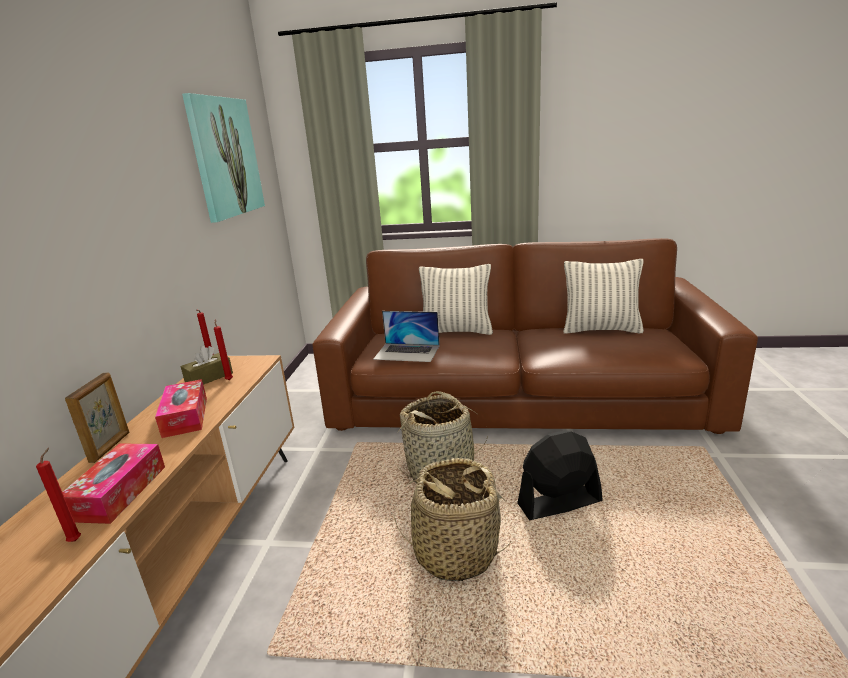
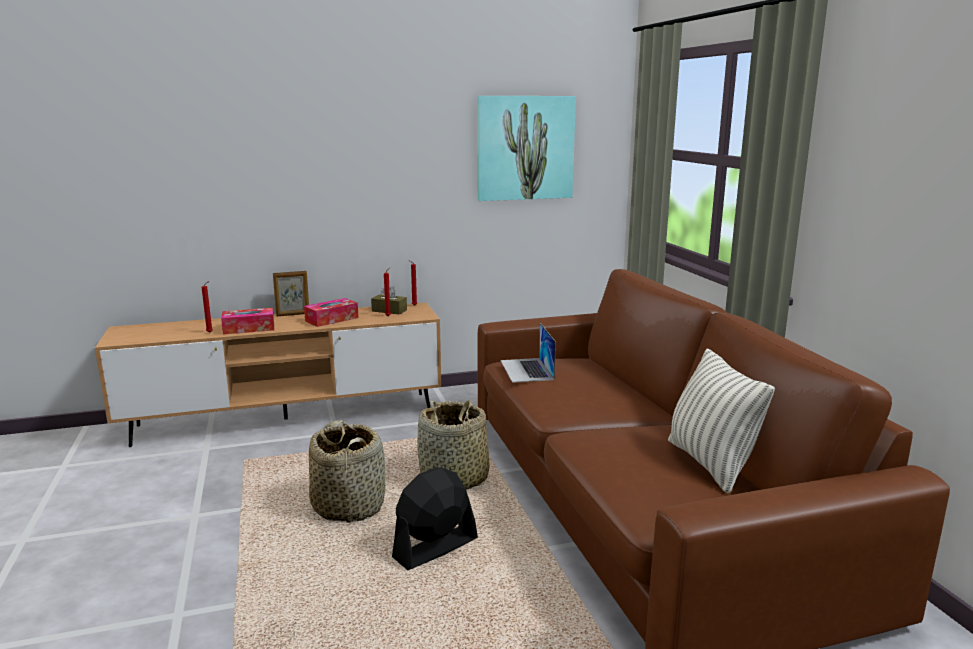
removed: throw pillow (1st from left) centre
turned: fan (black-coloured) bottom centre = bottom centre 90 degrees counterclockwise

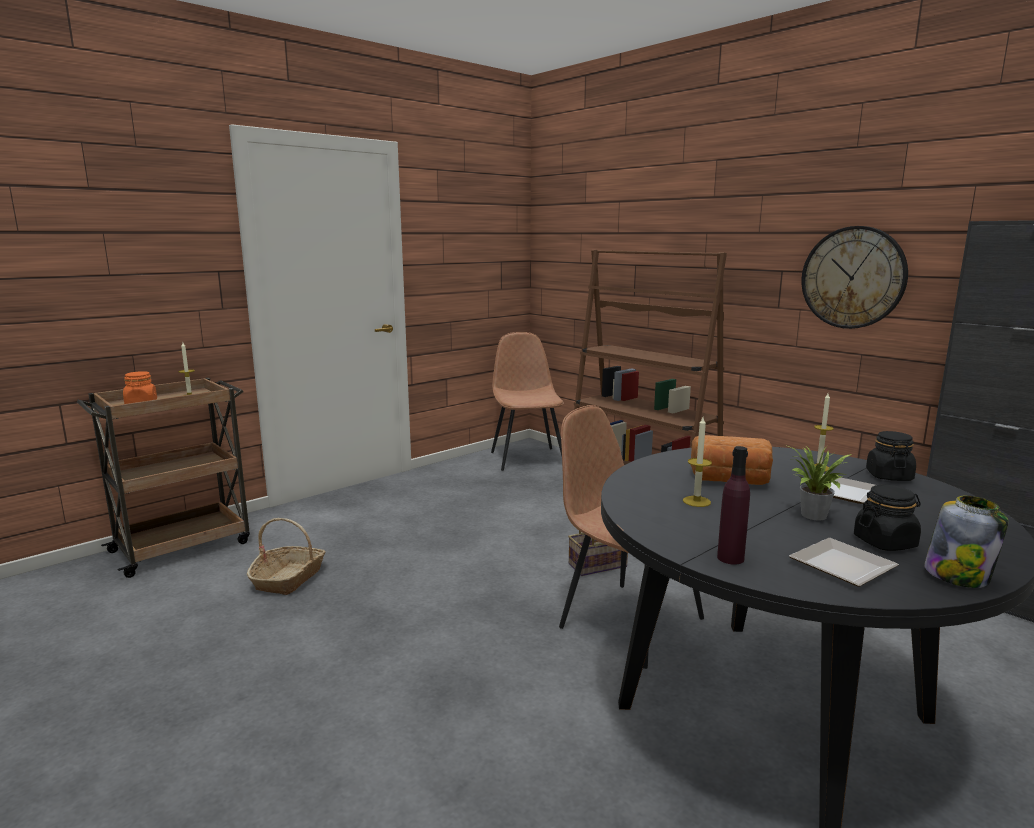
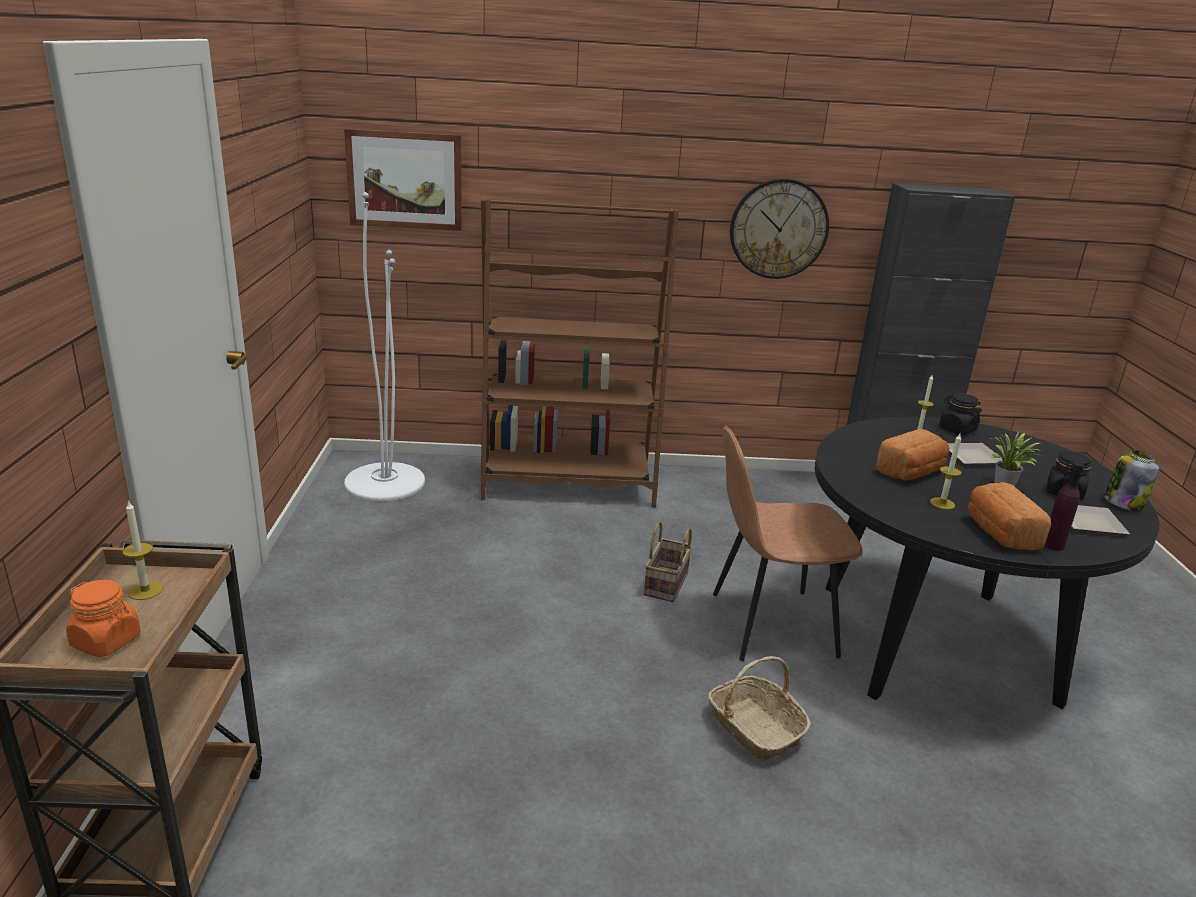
added: wall picture top centre; baked bread (2nd from left) middle right
moved: household basket (1st from left in the first image) bottom left to household basket (2nd from left) bottom centre
replaced: plain chair (brown) (1st from left) centre to standard lamp (white) middle left

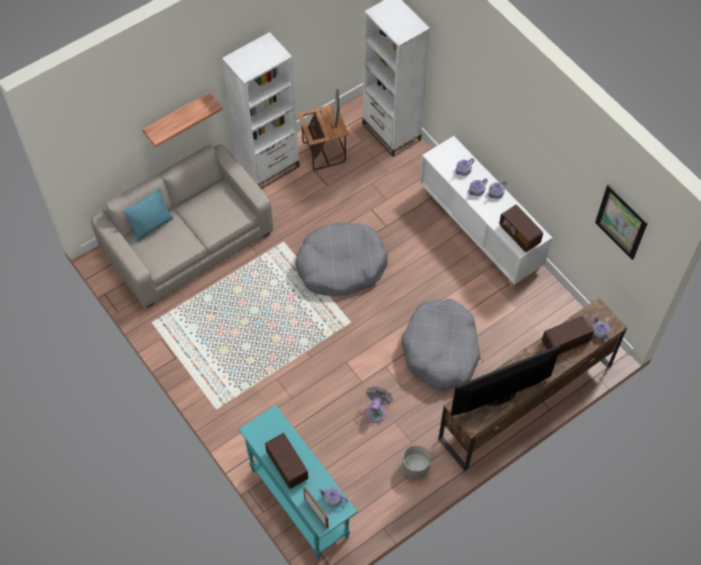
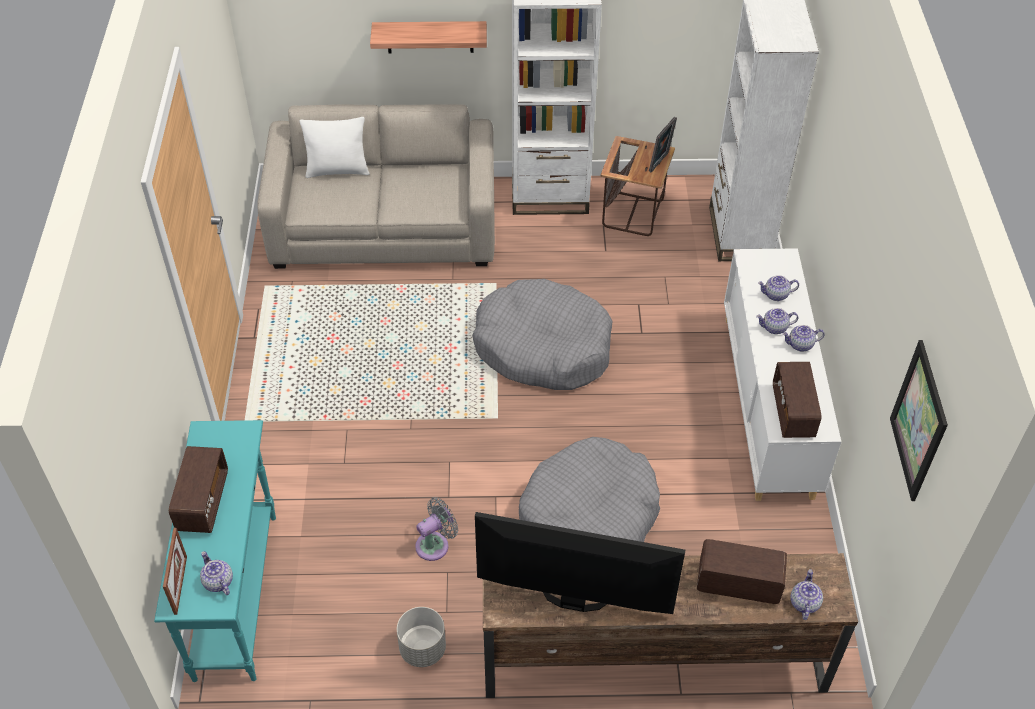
recoloured: throw pillow (turquoise) middle left to throw pillow (white) top left

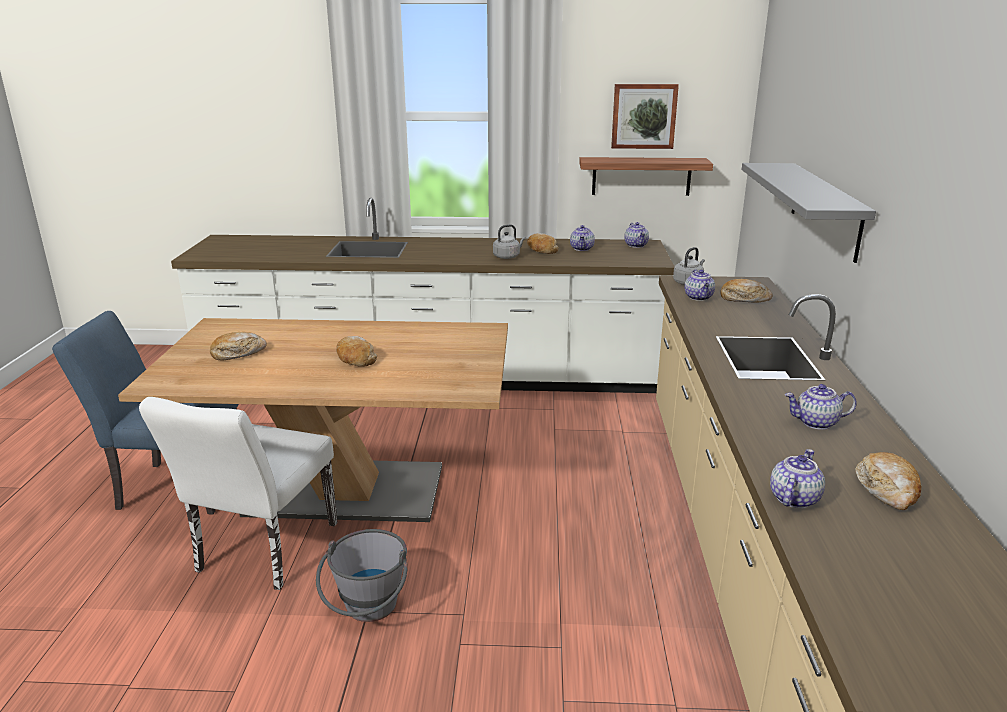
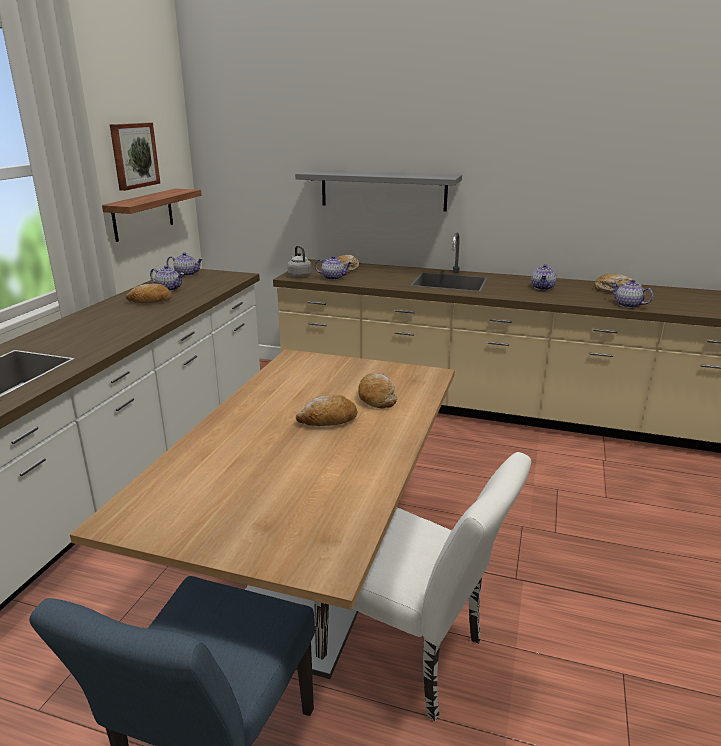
removed: tea kettle (greyish) (1st from left) centre; pail (greyish) bottom centre
moved: baked bread (1st from left in the first image) middle left to baked bread (4th from left) centre

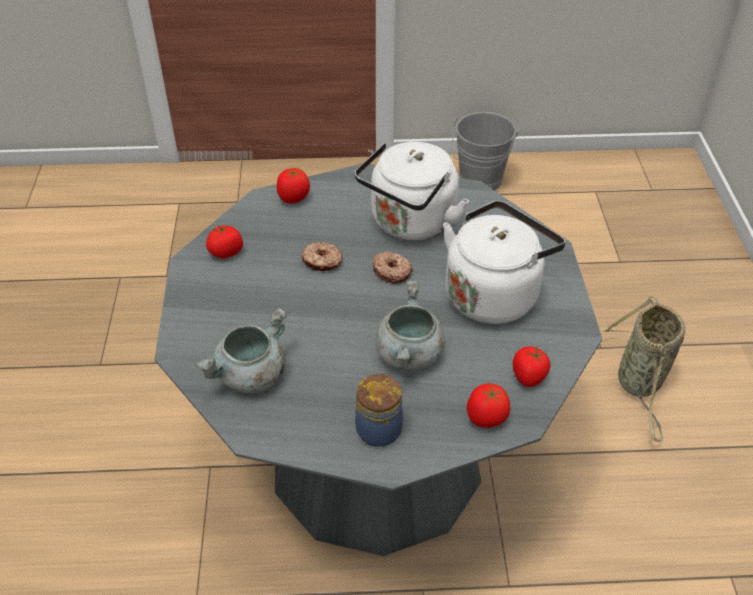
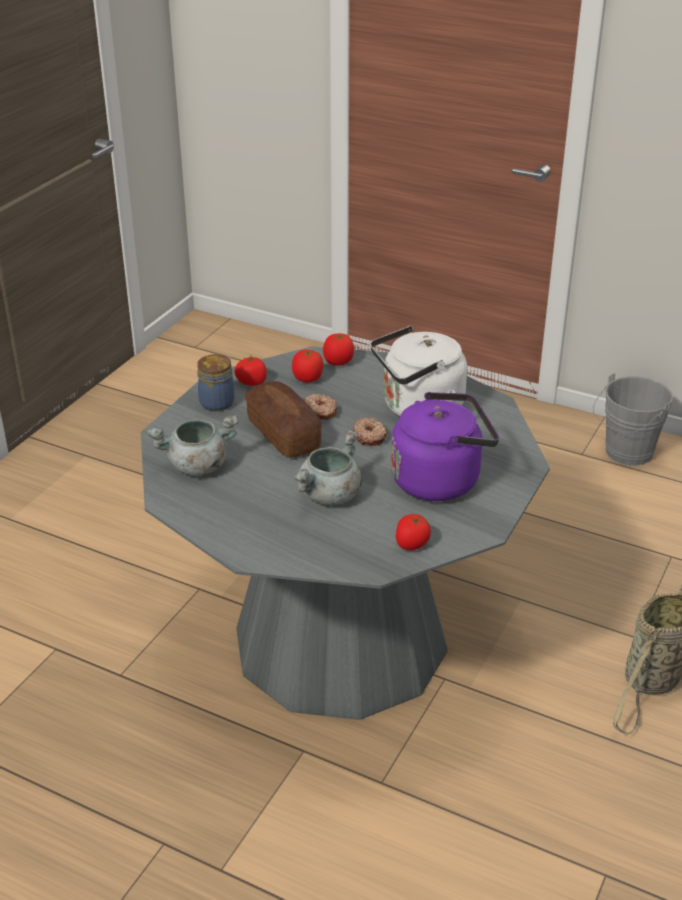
added: baked bread centre
moved: jar bottom centre to middle left; whole tomato (3rd from left in the first image) bottom centre to whole tomato (2nd from left) centre
recoloured: tea kettle (white) (2nd from left) middle right to tea kettle (purple-coloured) centre

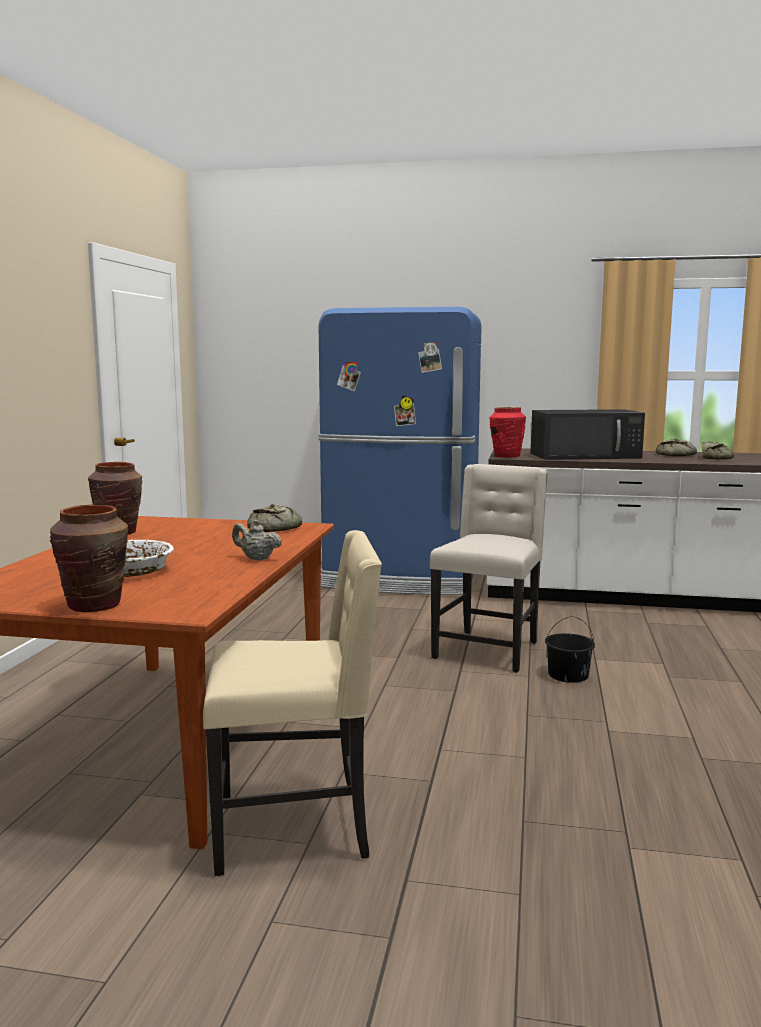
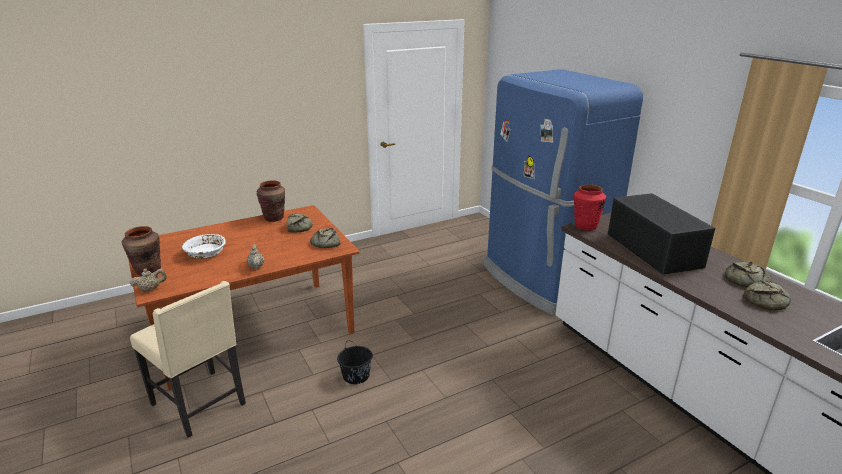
removed: plain chair (beige) (2nd from left) centre
added: baked bread (1st from left) centre; teapot (beige) (1st from left) middle left
moved: pail (black-coloured) middle right to bottom centre
turned: microwave (black-coloured) middle right = middle right 150 degrees counterclockwise

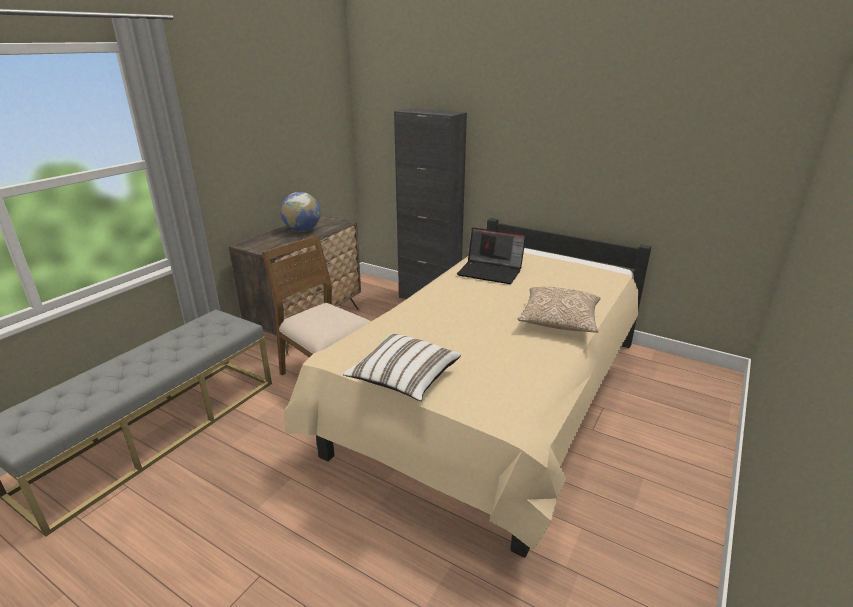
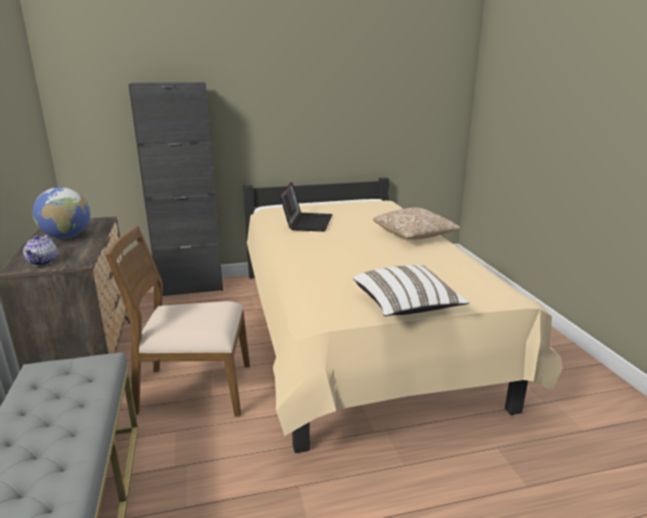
added: teapot middle left
turned: laptop centre = centre 60 degrees counterclockwise

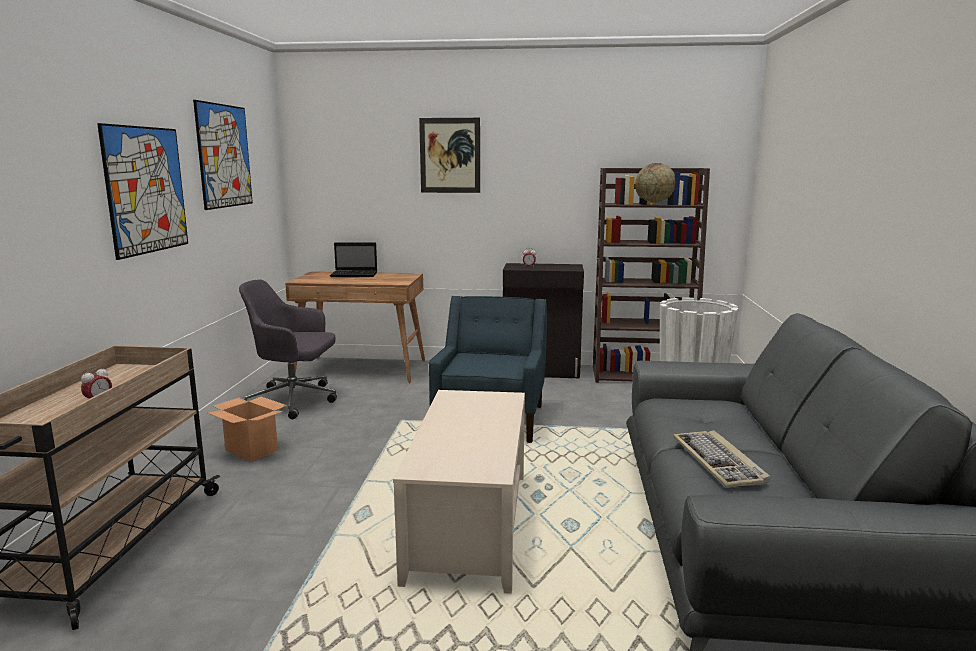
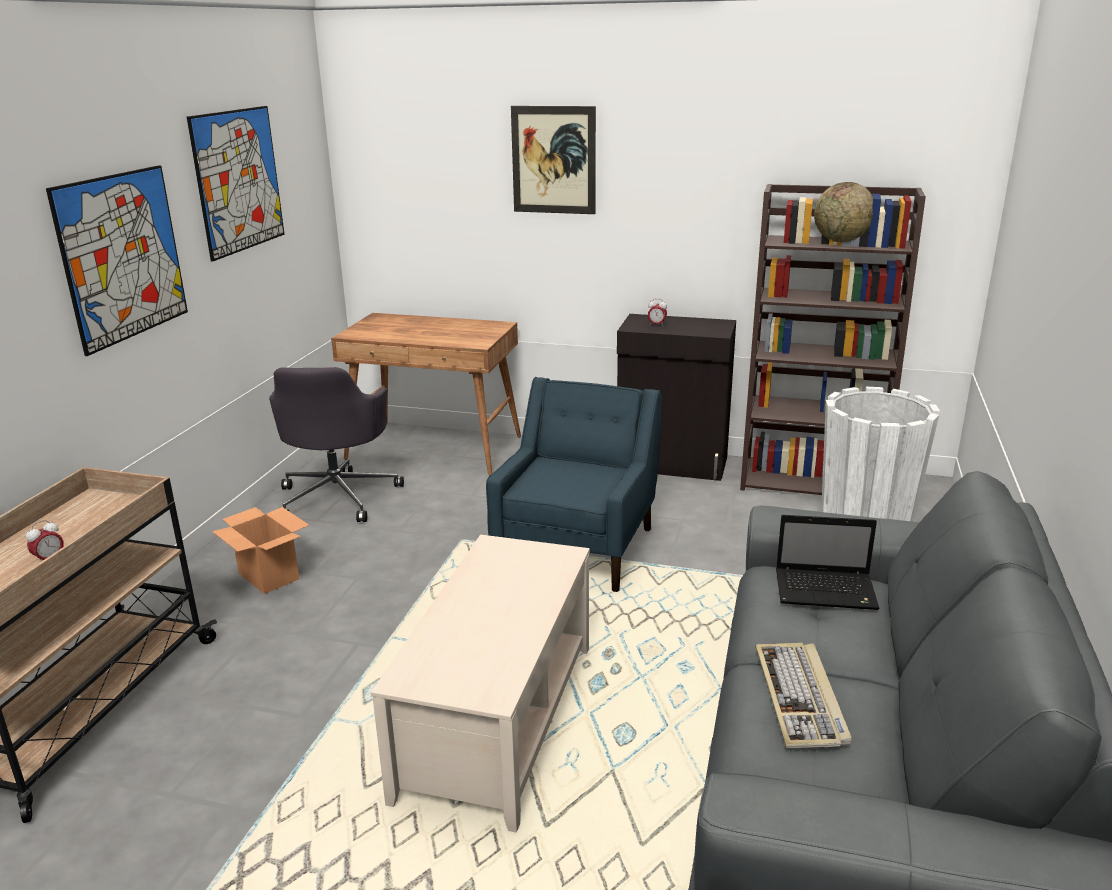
moved: laptop centre to middle right
turned: computer chair (greyish) middle left = middle left 105 degrees counterclockwise

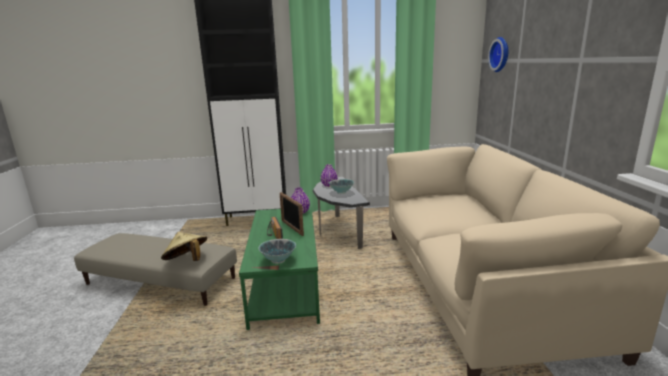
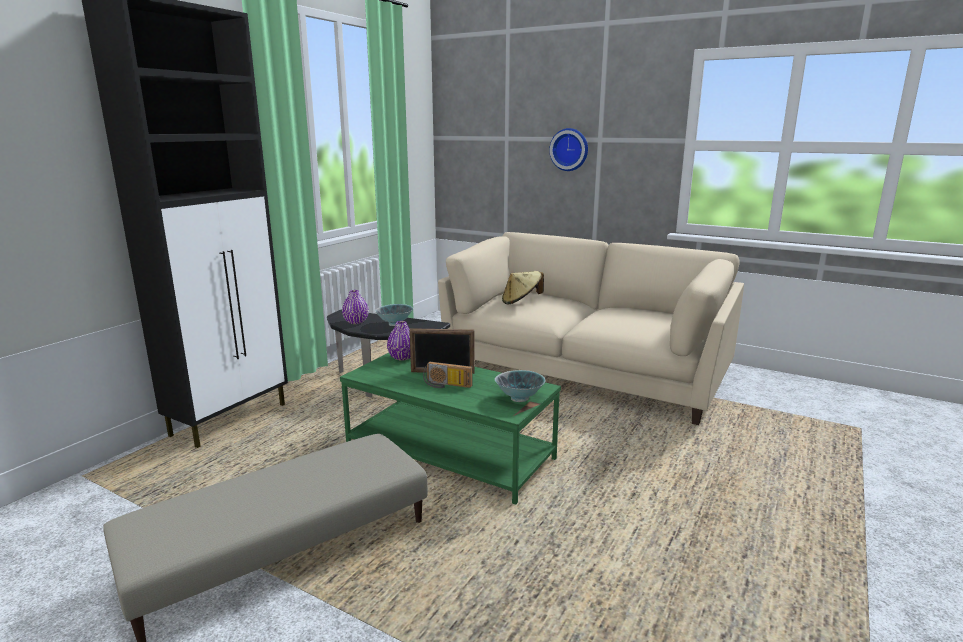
moved: hanging clock top right to top centre; hat (beige) middle left to centre

